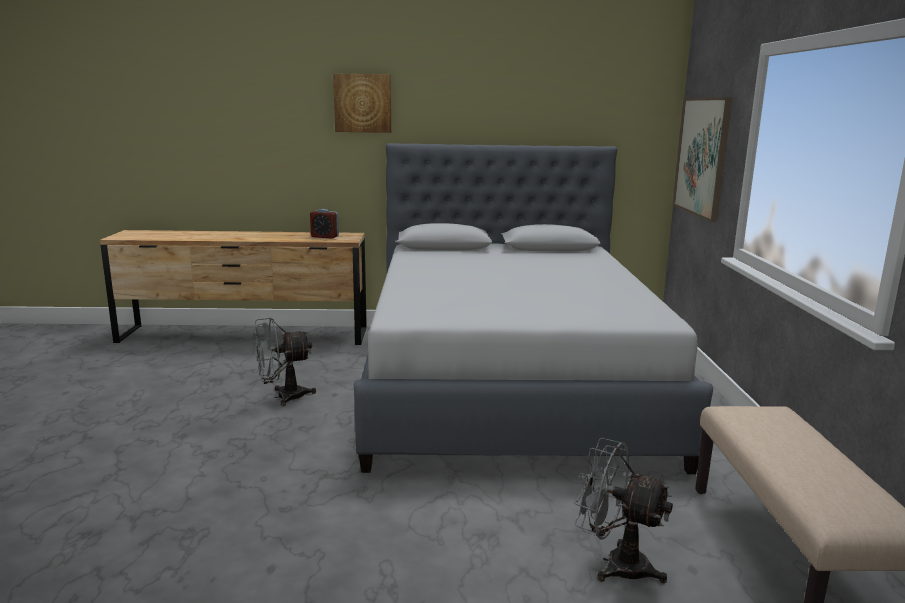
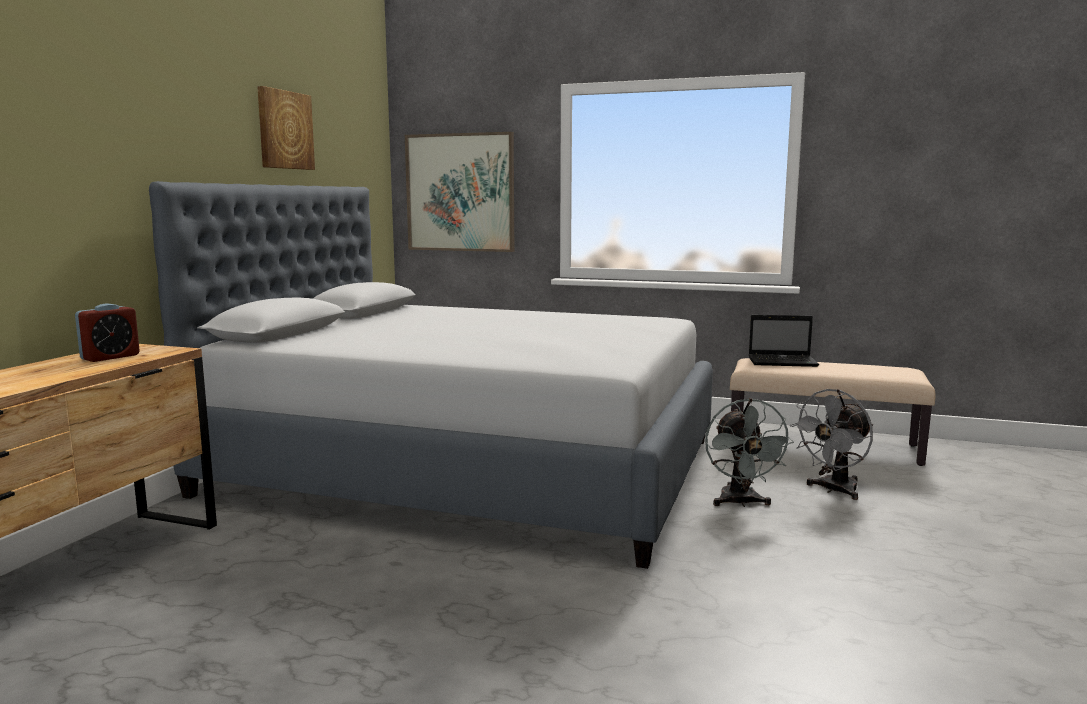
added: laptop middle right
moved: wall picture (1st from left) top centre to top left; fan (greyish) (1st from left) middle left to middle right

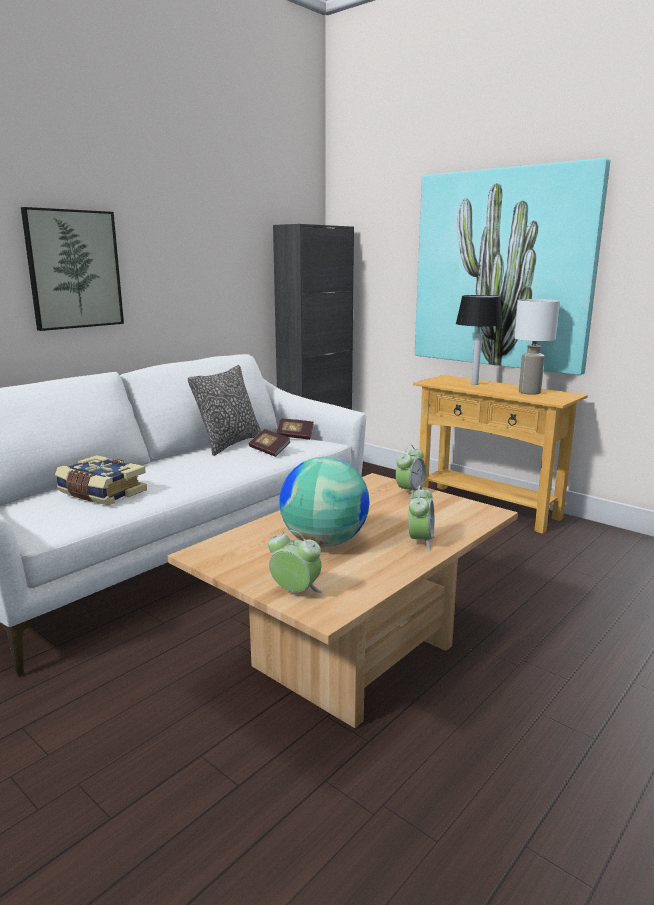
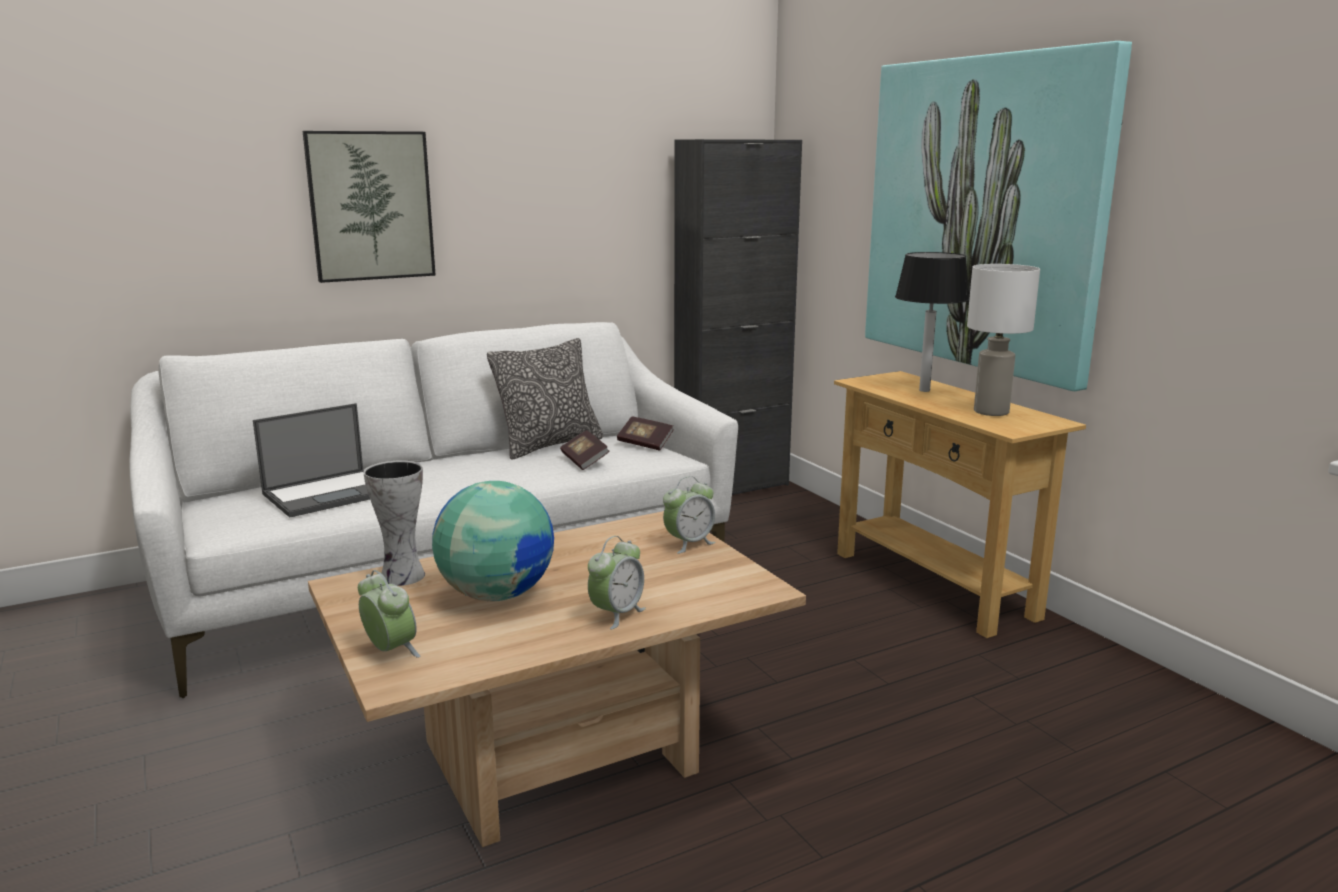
added: vase middle left
replaced: bound book (1st from left) middle left to laptop middle left

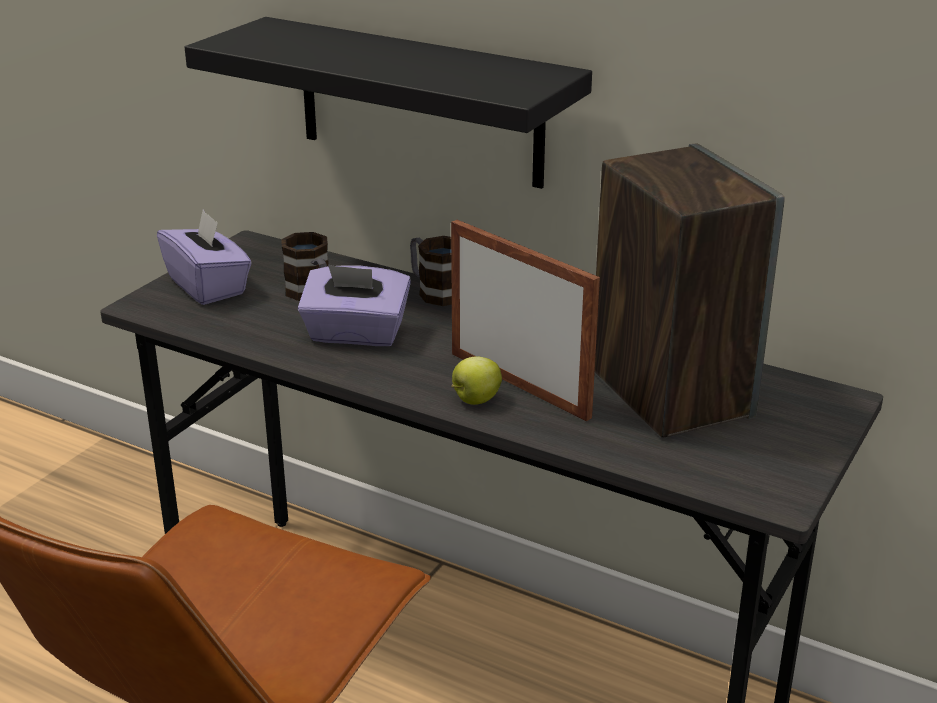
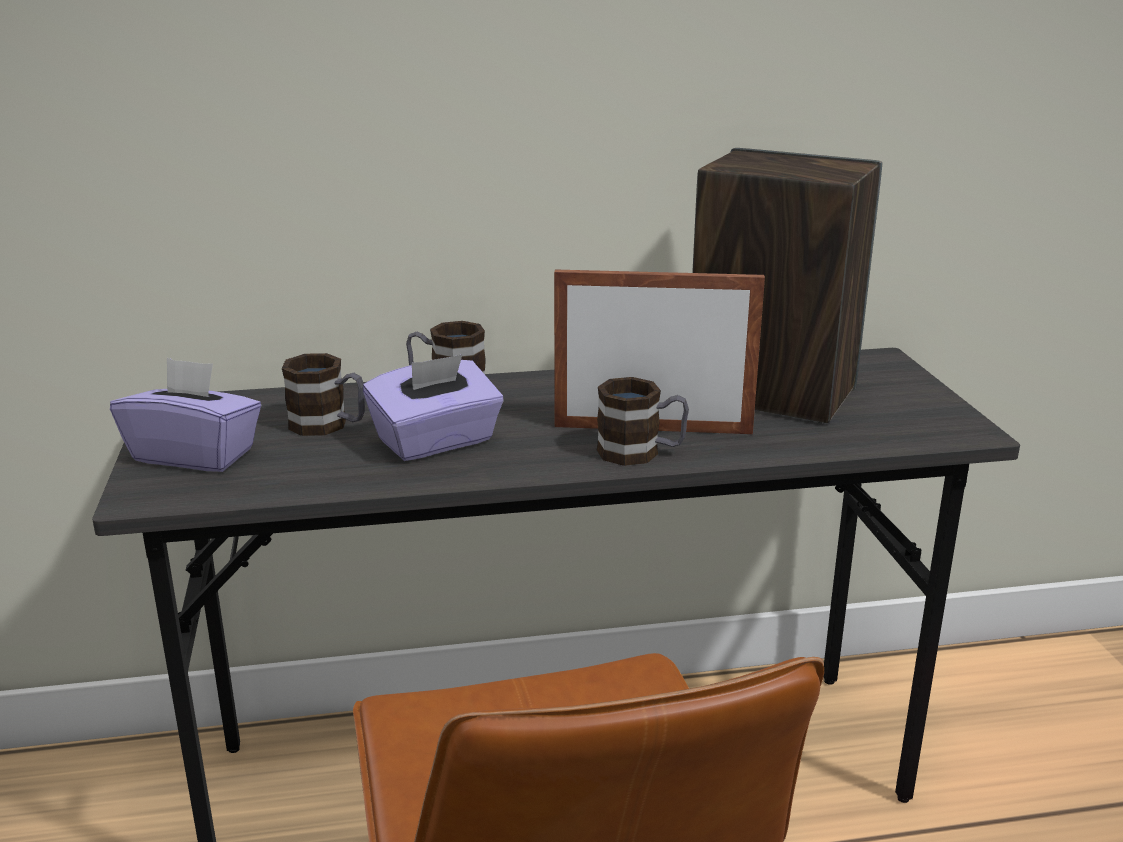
removed: bracket shelf (black-coloured) top centre
replaced: apple fruit centre to tea mug (3rd from left) centre

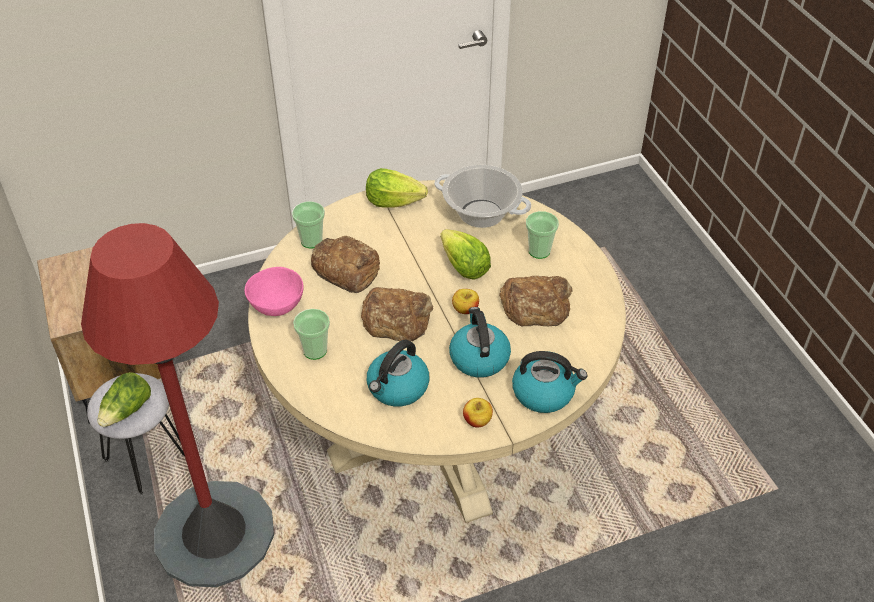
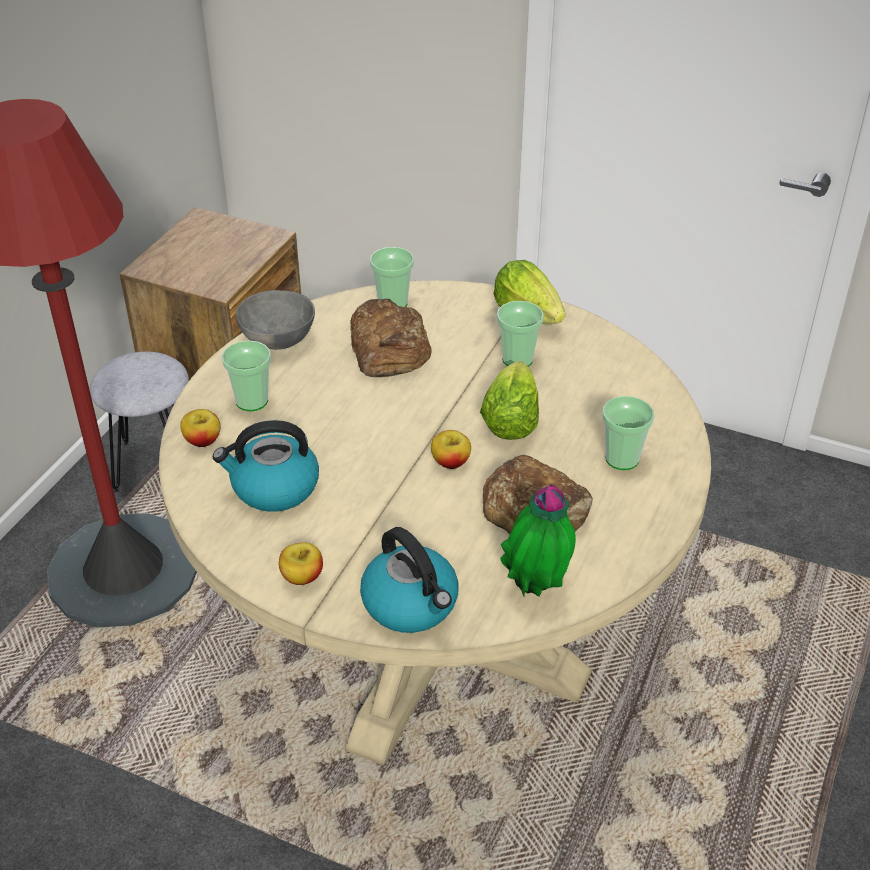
removed: saucepot top centre; baked bread (2nd from left) centre; tea kettle (2nd from left) centre; lettuce head (1st from left) middle left
added: cup (3rd from left) centre; apple fruit (1st from left) middle left; plant in a pot centre
recoloured: serving bowl (pink) middle left to serving bowl (greyish) middle left

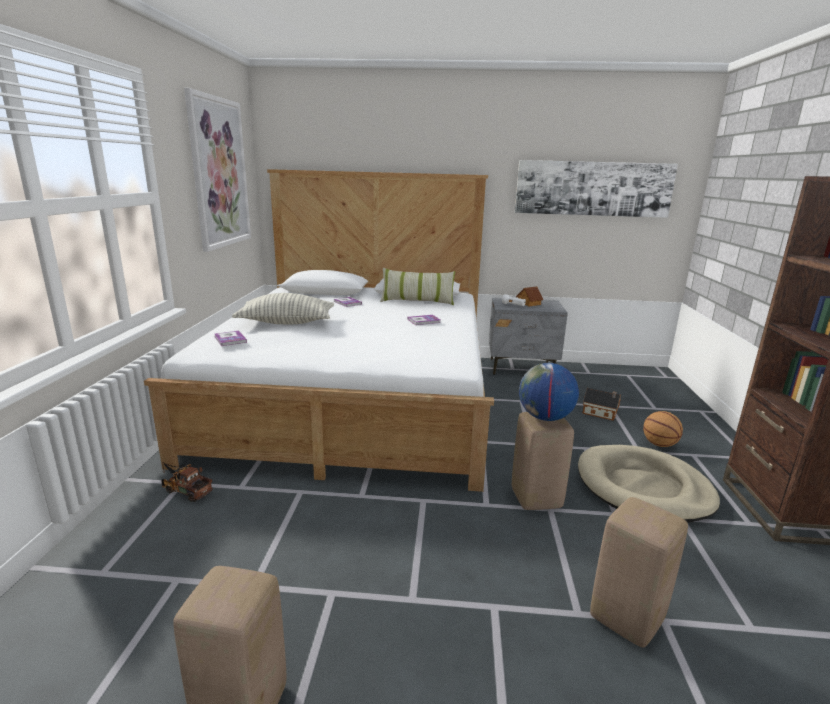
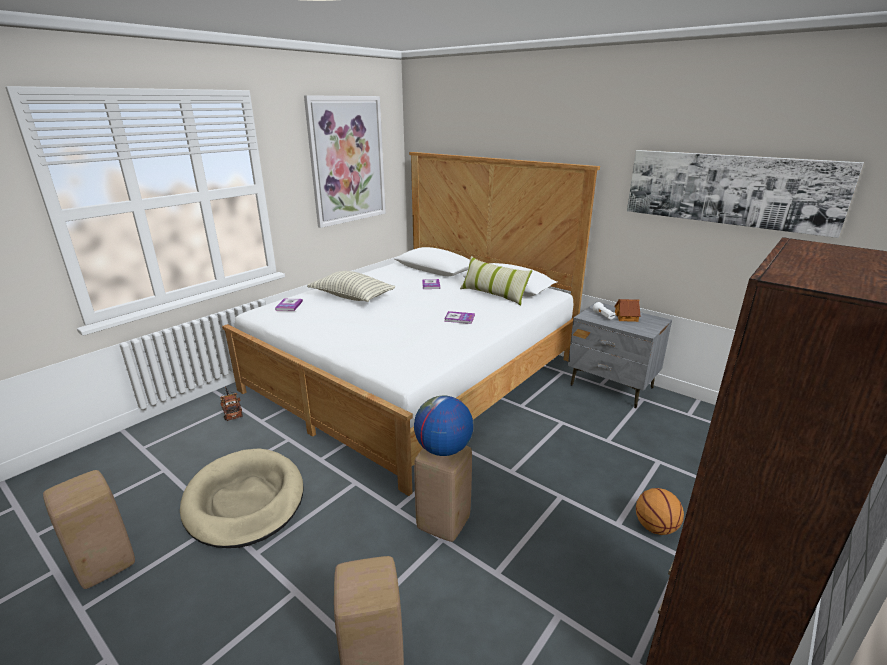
removed: model house (2nd from left) middle right
moved: pet bed (beige) bottom right to bottom left

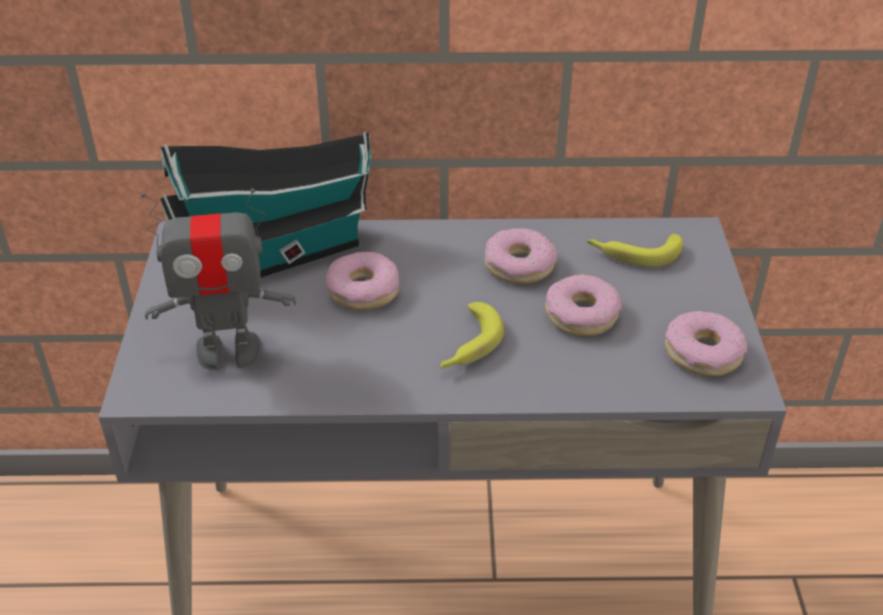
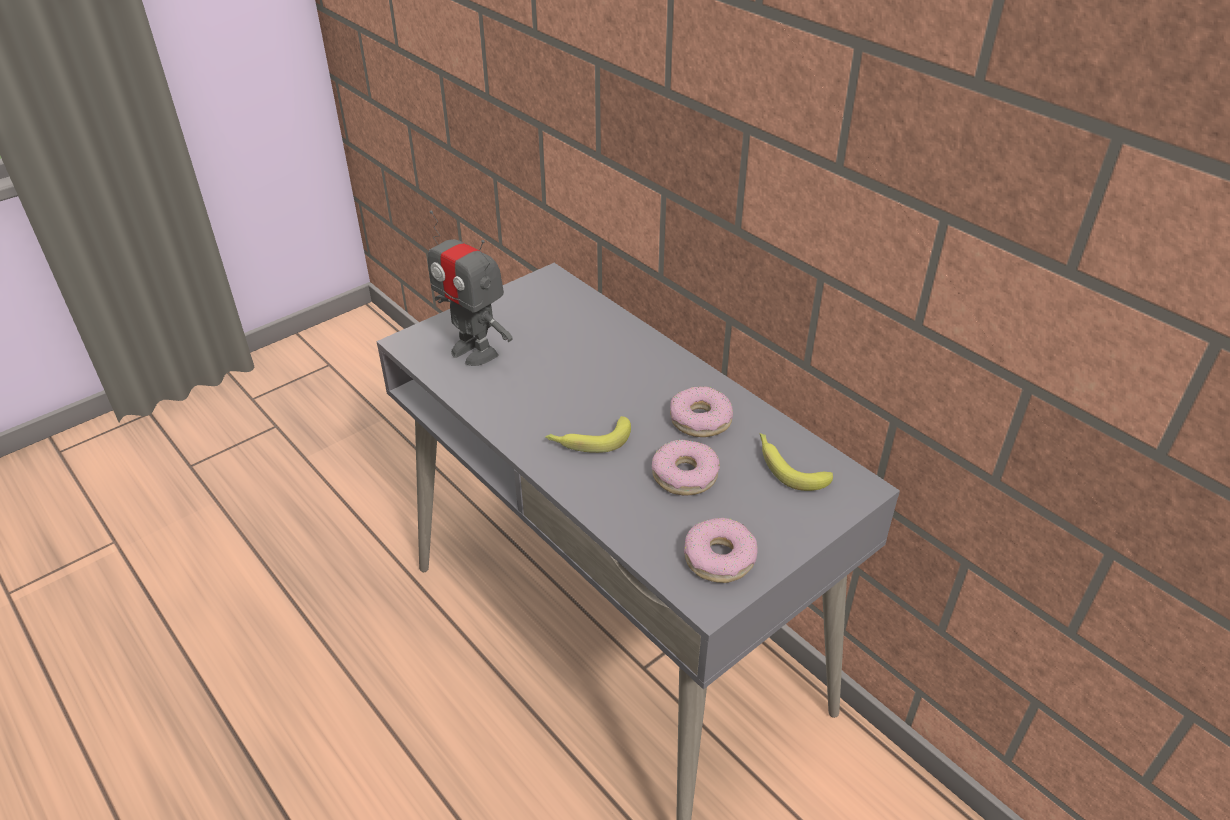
removed: model house top left; doughnut (1st from left) centre

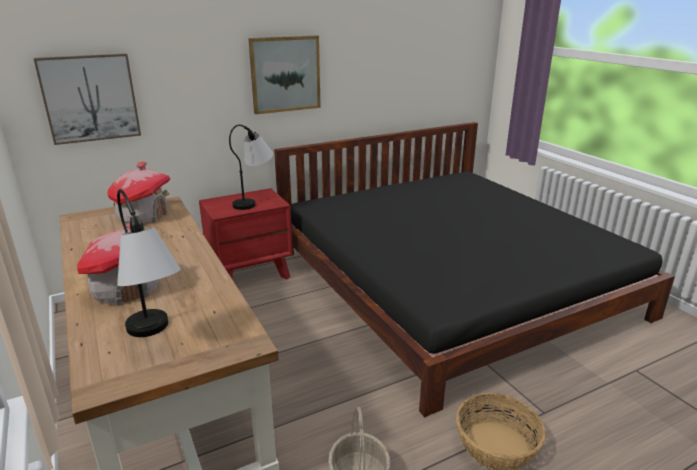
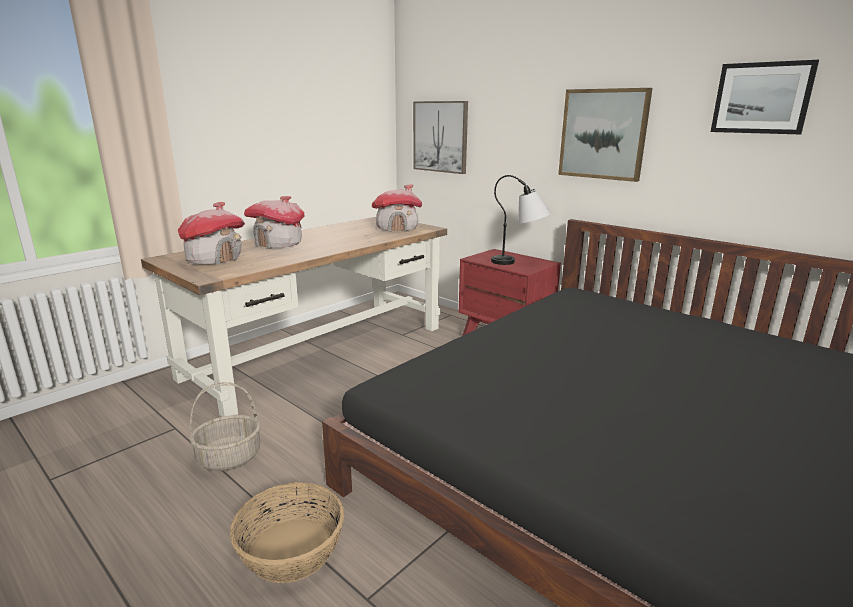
added: wall picture (3rd from left) top right
replaced: table lamp (1st from left) middle left to model house (1st from left) middle left

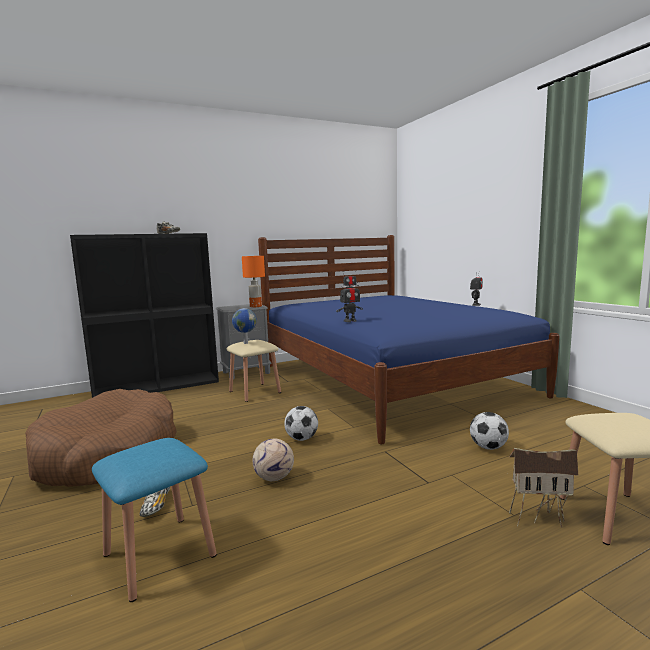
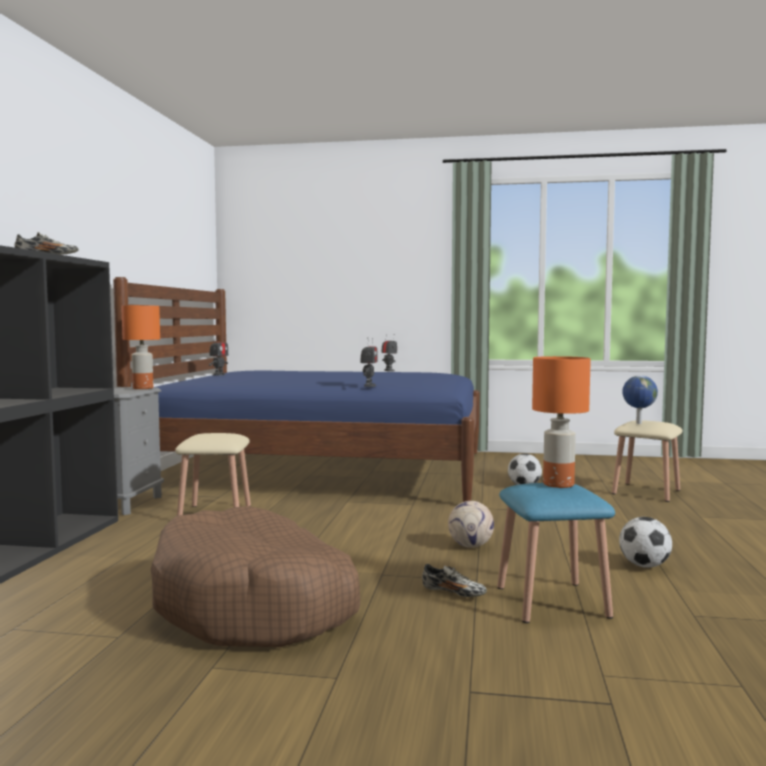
removed: model house bottom right
added: table lamp (orange) (2nd from left) middle right
moved: desk globe centre to middle right; football (2nd from left in the first image) centre to football (3rd from left) bottom right

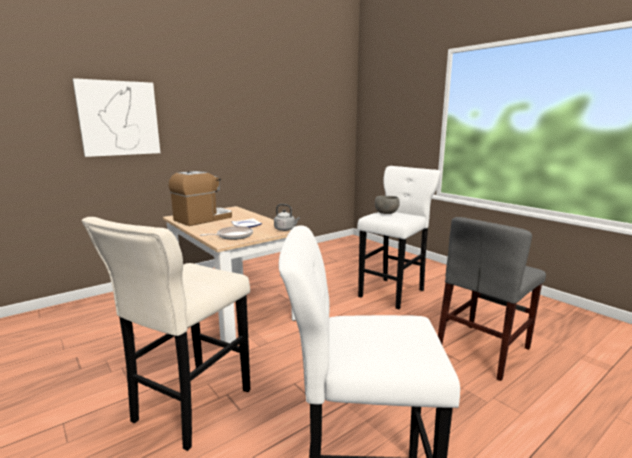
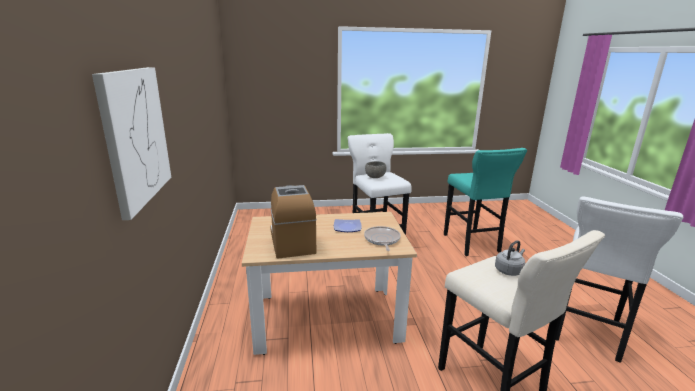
moved: tea kettle (greyish) centre to middle right
replaced: plain chair (greyish) middle right to stool (turquoise) middle right

